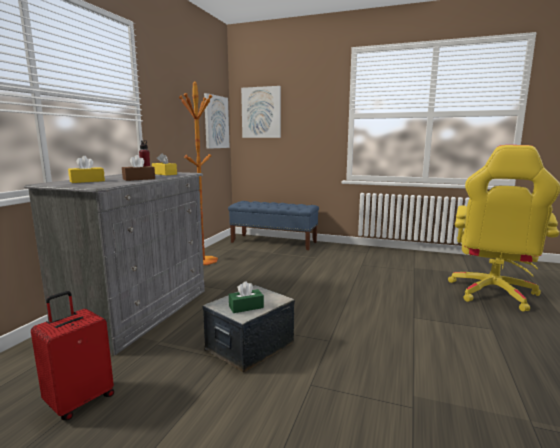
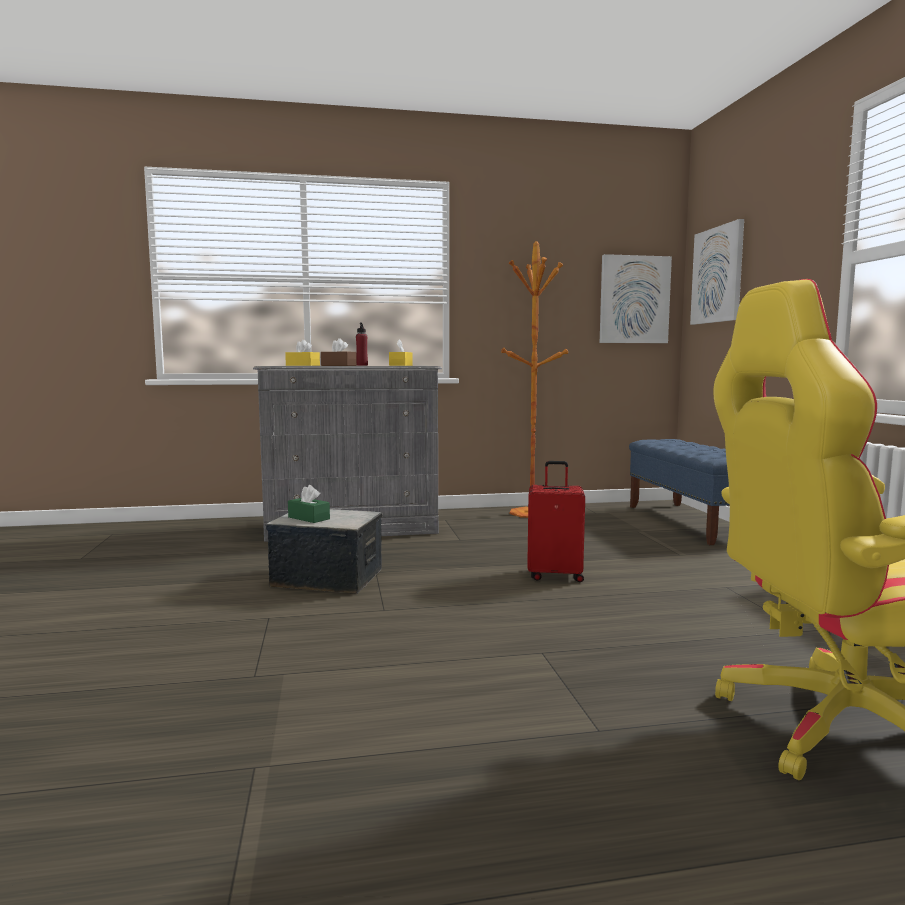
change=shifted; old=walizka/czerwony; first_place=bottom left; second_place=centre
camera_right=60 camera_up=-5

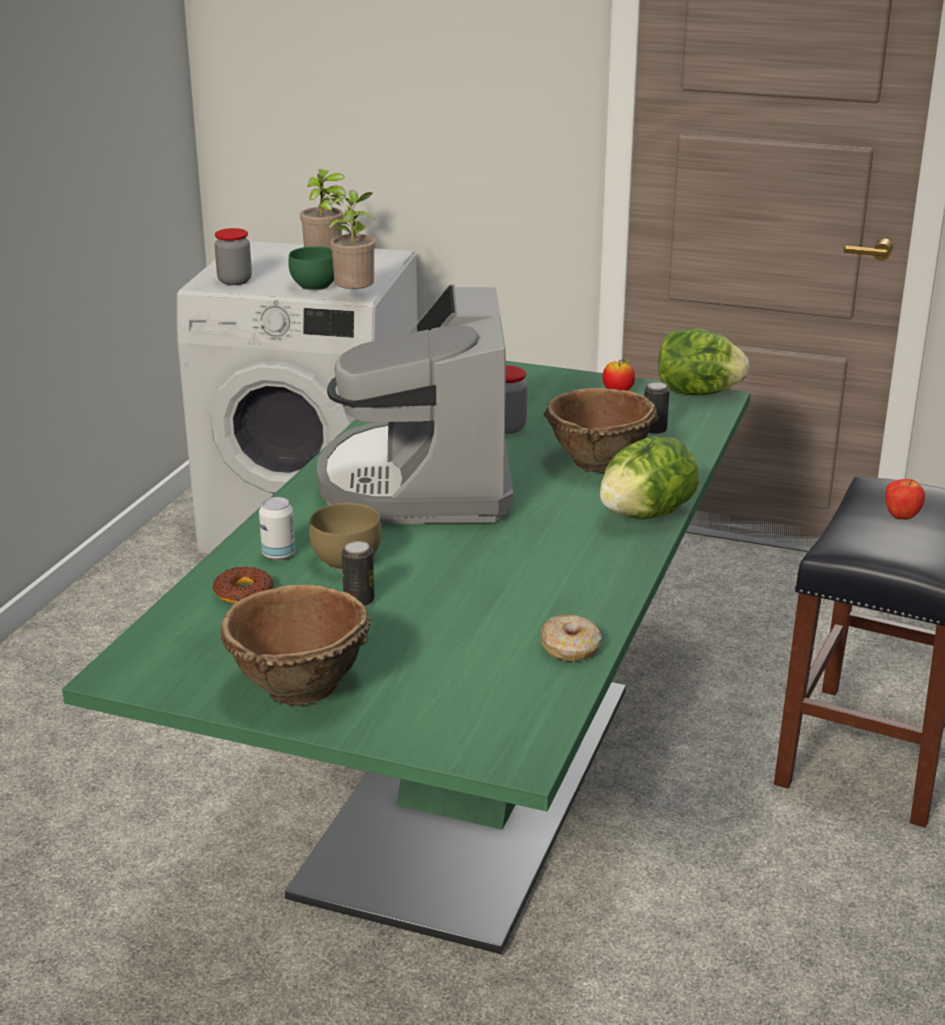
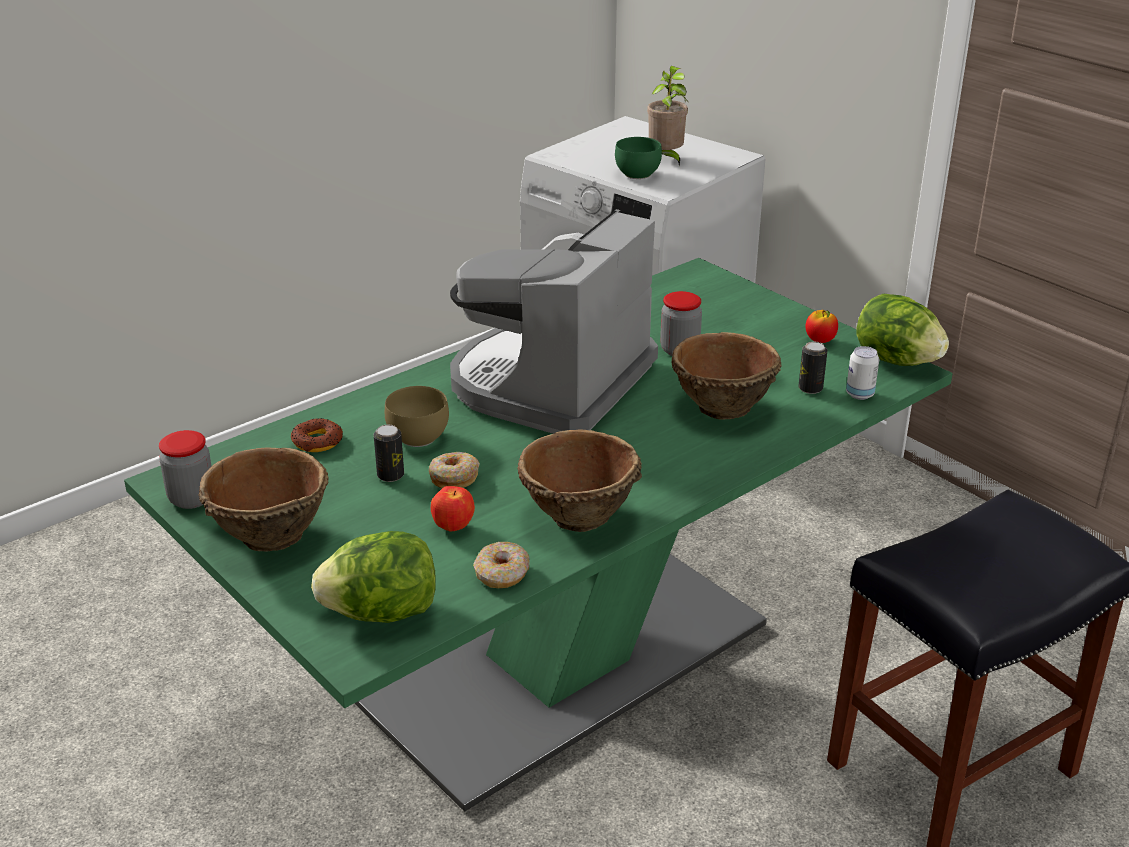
change=gone; old=roślina doniczkowa (no. 2 from left); first_place=top centre
change=shifted; old=słoik (no. 1 from left); first_place=top left; second_place=middle left
change=shifted; old=sałata (no. 1 from left); first_place=middle right; second_place=bottom left
change=shifted; old=jabłko (no. 2 from left in the first image); new=jabłko (no. 1 from left); first_place=middle right; second_place=centre
change=shifted; old=puszka (no. 1 from left in the first image); new=puszka (no. 3 from left); first_place=middle left; second_place=middle right
change=new; new=miska/brązowy (no. 3 from left); second_place=centre
change=new; new=donut (no. 2 from left); second_place=centre
camera_right=30 camera_up=5

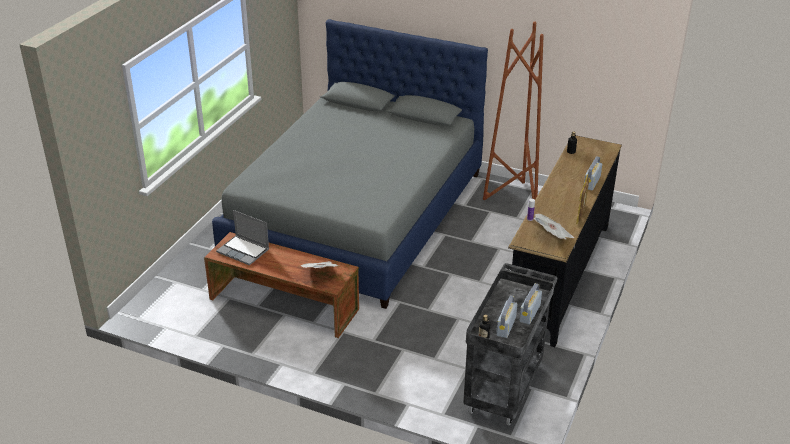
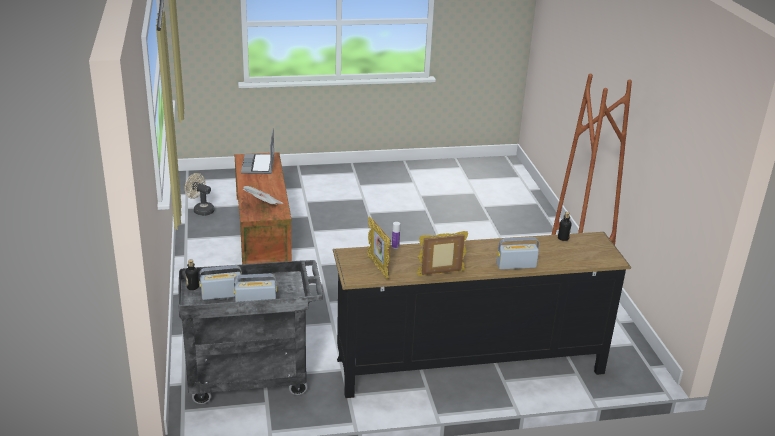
change=gone; old=łóżko/szary; first_place=centre
change=swapped; old=gazeta (no. 2 from left); new=ramka na zdjęcie (no. 1 from left); first_place=middle right; second_place=centre
change=new; new=wentylator/beżowy; second_place=middle left
camera_right=55 camera_up=-5

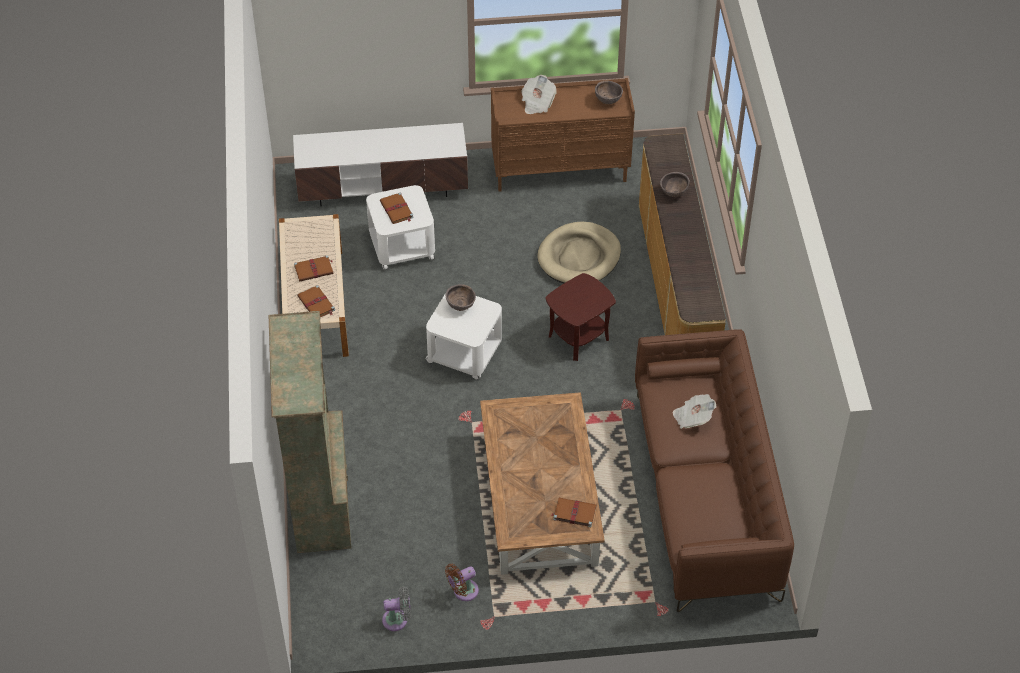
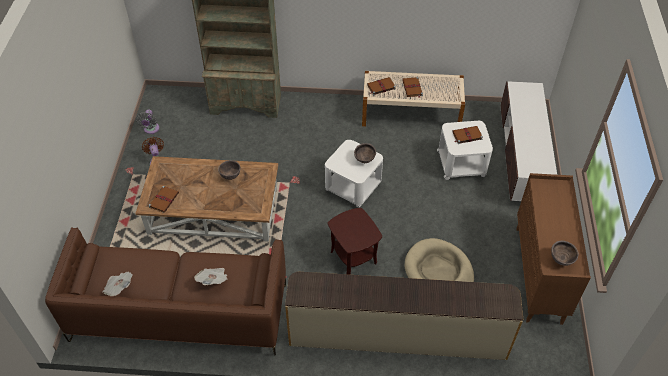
change=shifted; old=gazeta (no. 1 from left); first_place=top centre; second_place=bottom left
change=shifted; old=miska/brązowy (no. 3 from left in the first image); new=miska/brązowy (no. 1 from left); first_place=top centre; second_place=centre
camera_right=100 camera_up=0

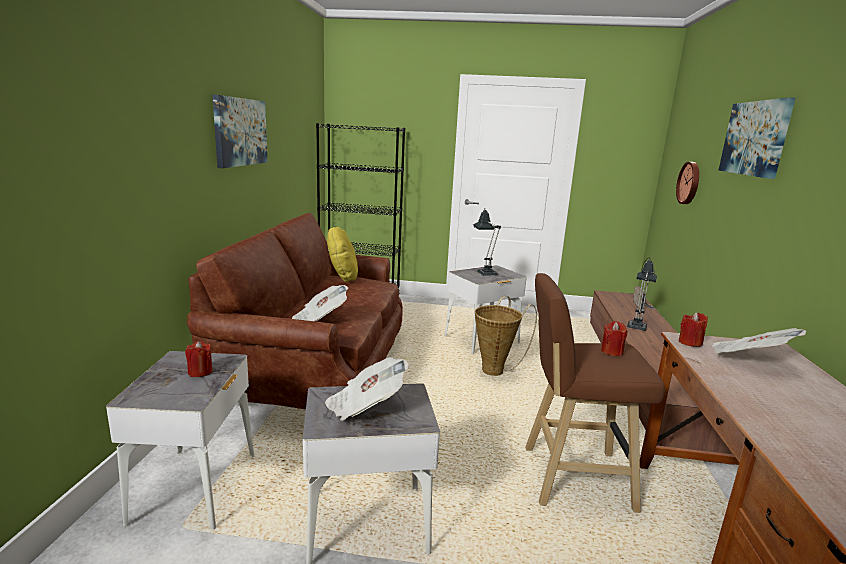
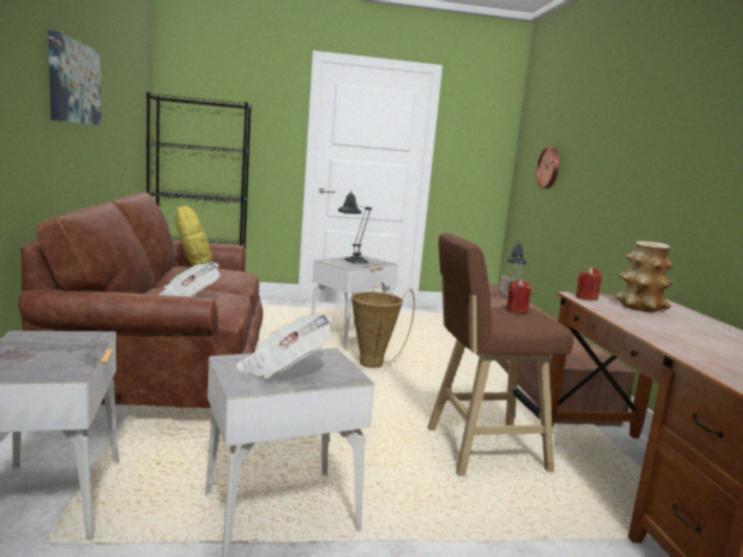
change=gone; old=obraz (no. 2 from left); first_place=top right
change=swapped; old=gazeta (no. 3 from left); new=wazon; first_place=middle right; second_place=middle right
change=gone; old=świeca/czerwony (no. 1 from left); first_place=middle left
camera_right=-15 camera_up=-5

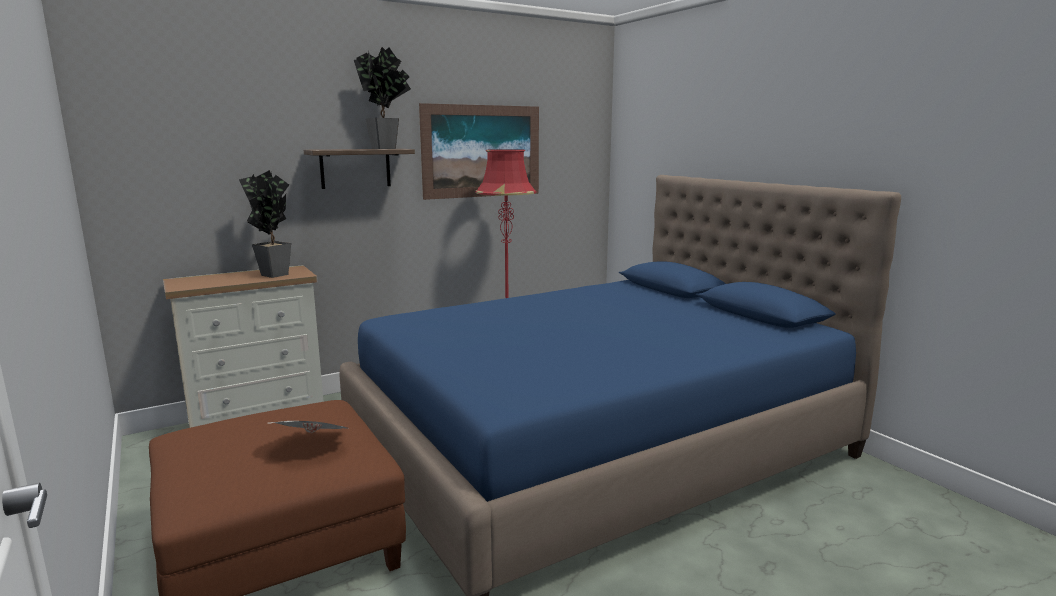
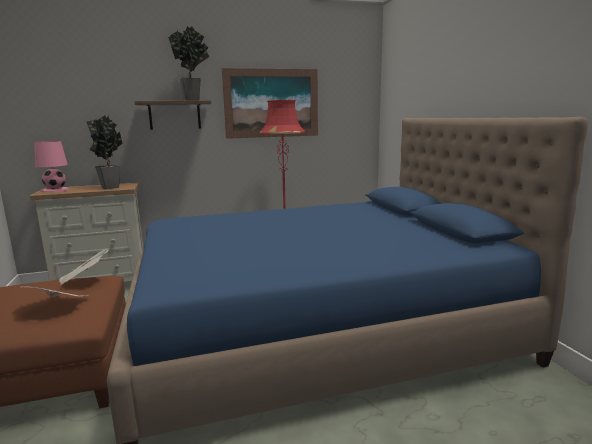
change=new; new=lampa stołowa/różowy; second_place=middle left
change=new; new=gazeta (no. 2 from left); second_place=middle left
camera_right=15 camera_up=0

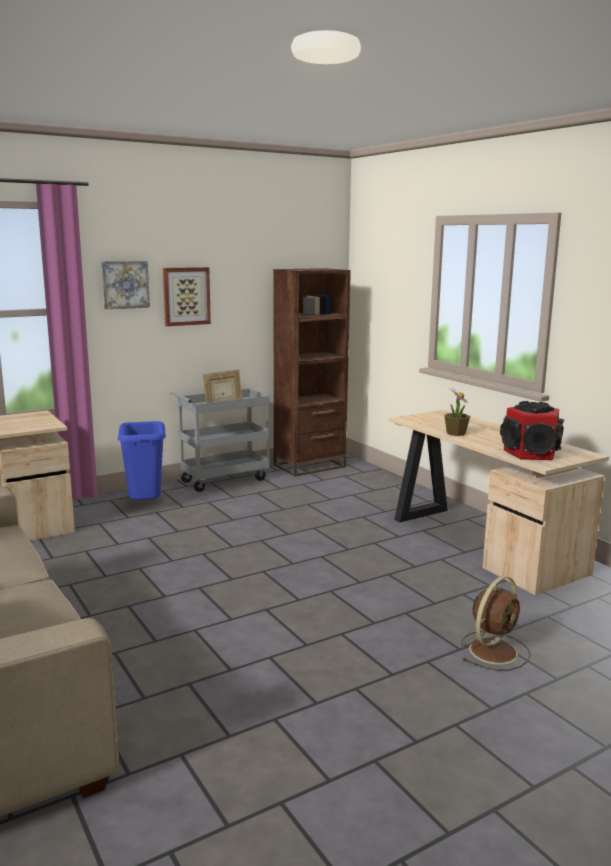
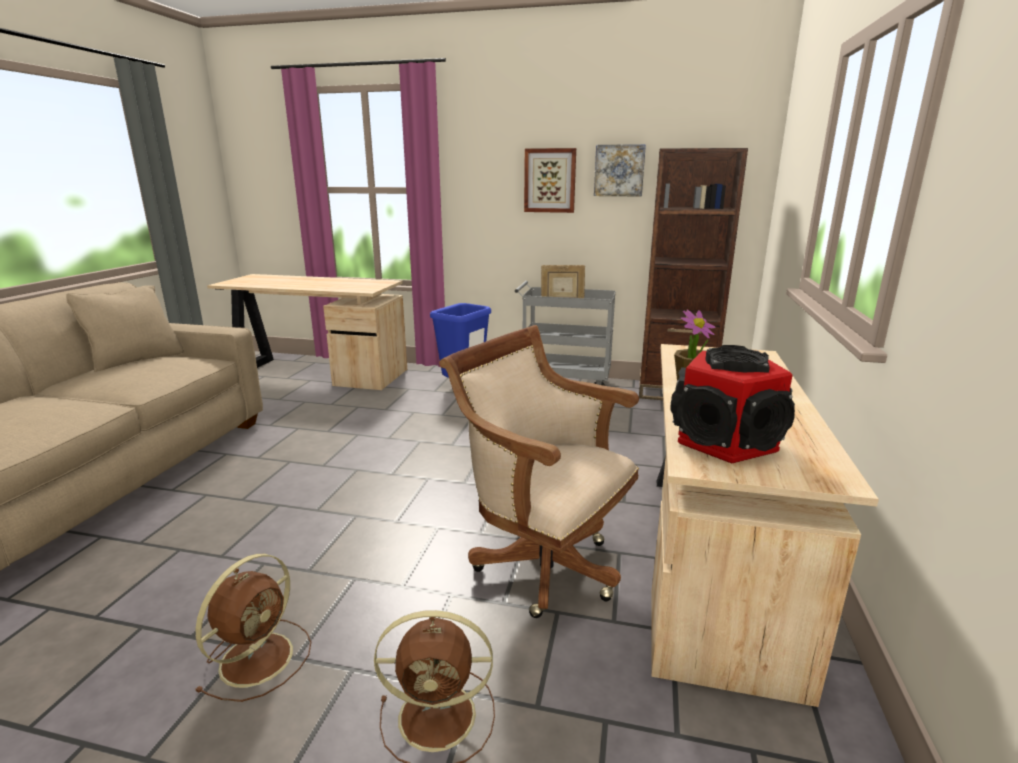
change=shifted; old=obraz (no. 1 from left in the first image); new=obraz (no. 2 from left); first_place=top left; second_place=top centre
change=new; new=krzesło biurowe; second_place=centre
change=new; new=wentylator/brązowy (no. 1 from left); second_place=bottom left
camera_right=45 camera_up=5

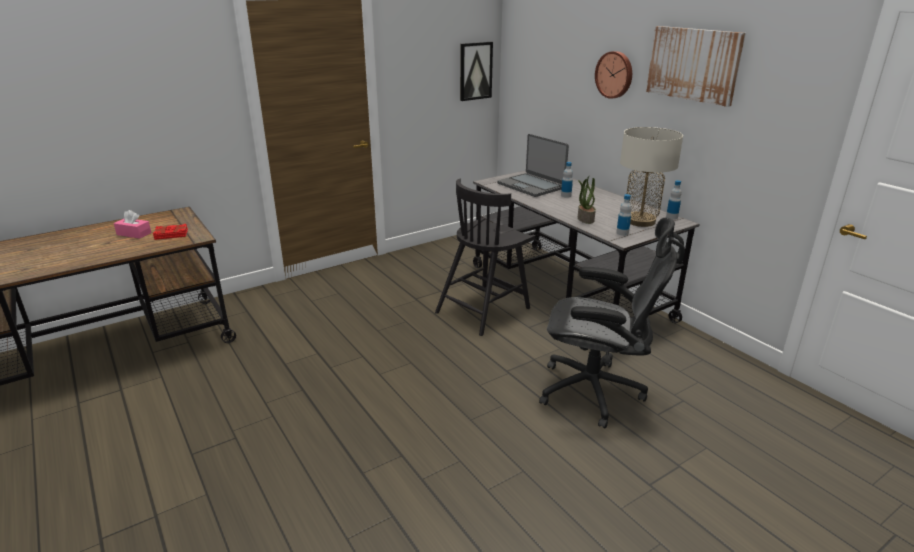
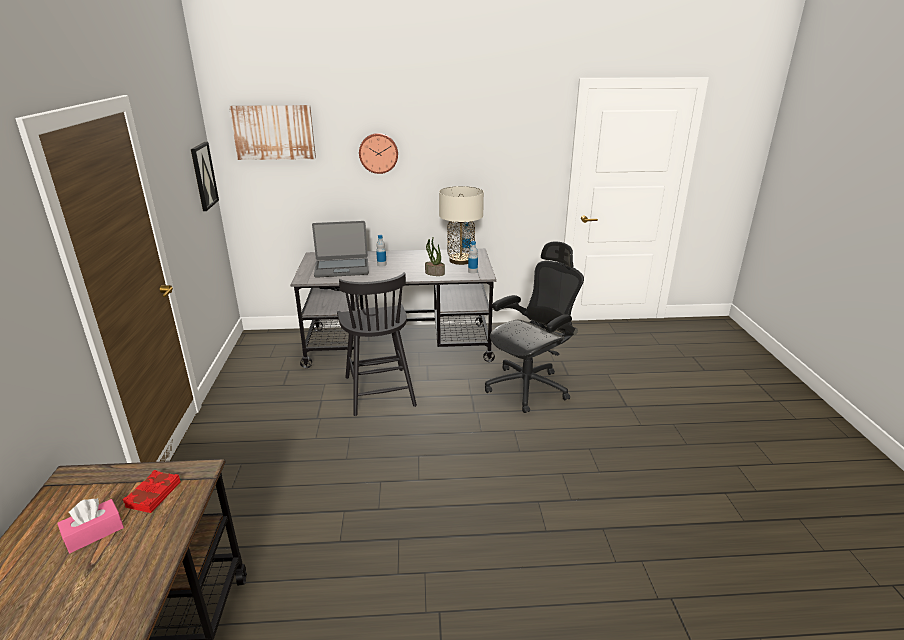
change=shifted; old=obraz (no. 2 from left); first_place=top right; second_place=top left
camera_right=-60 camera_up=0

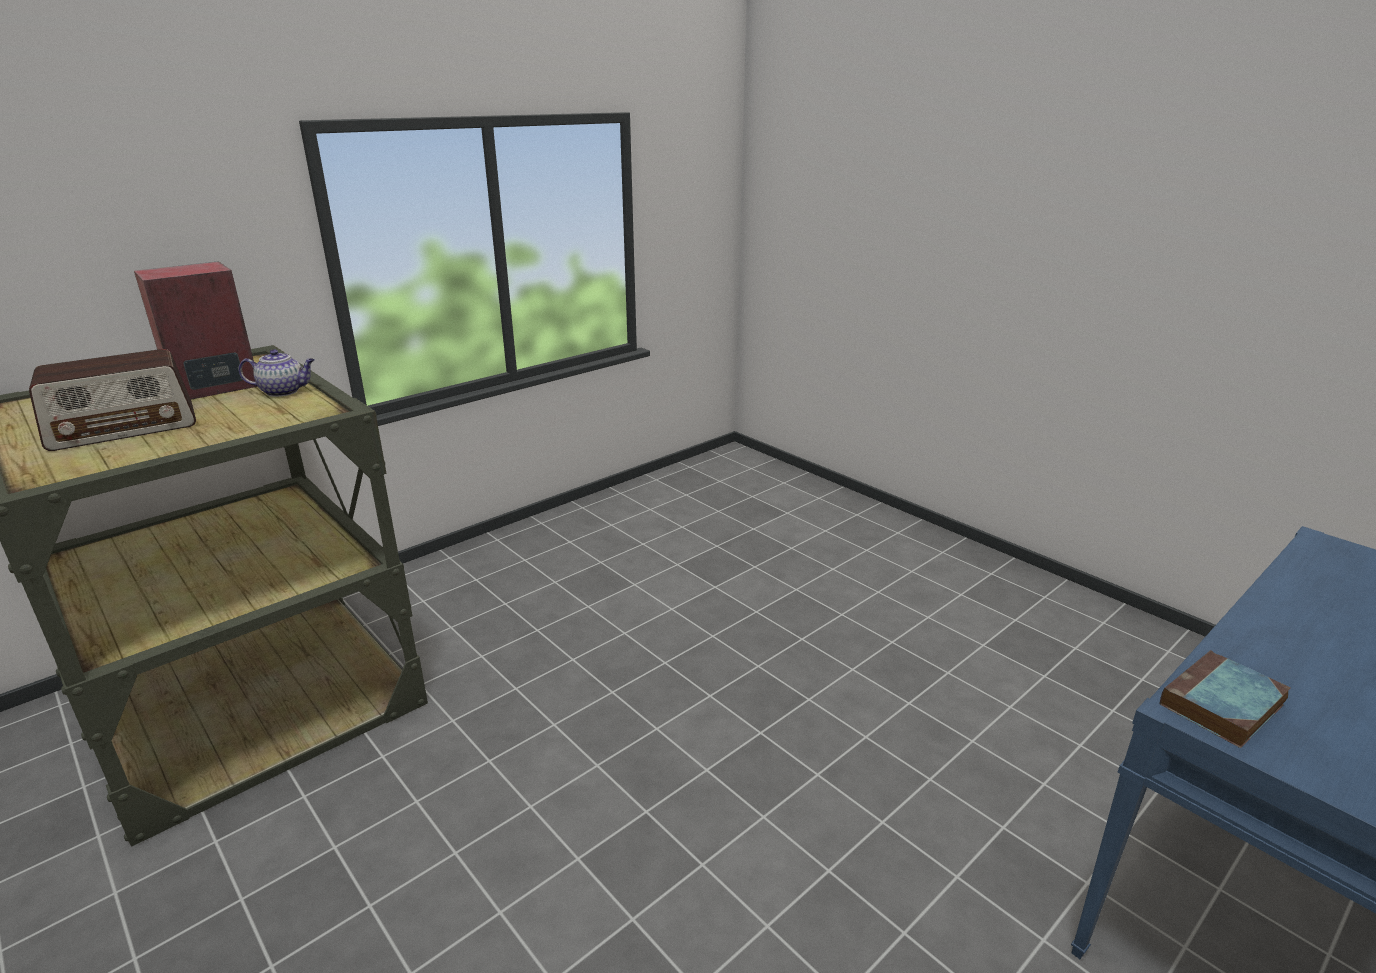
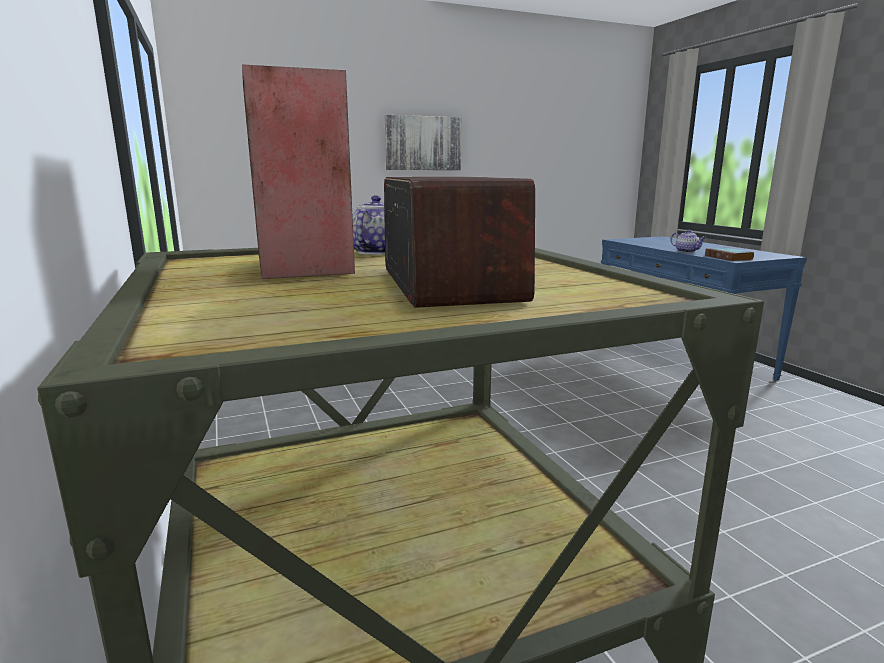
change=new; new=obraz; second_place=top centre
change=new; new=imbryk (no. 2 from left); second_place=middle right
camera_right=-70 camera_up=-10

